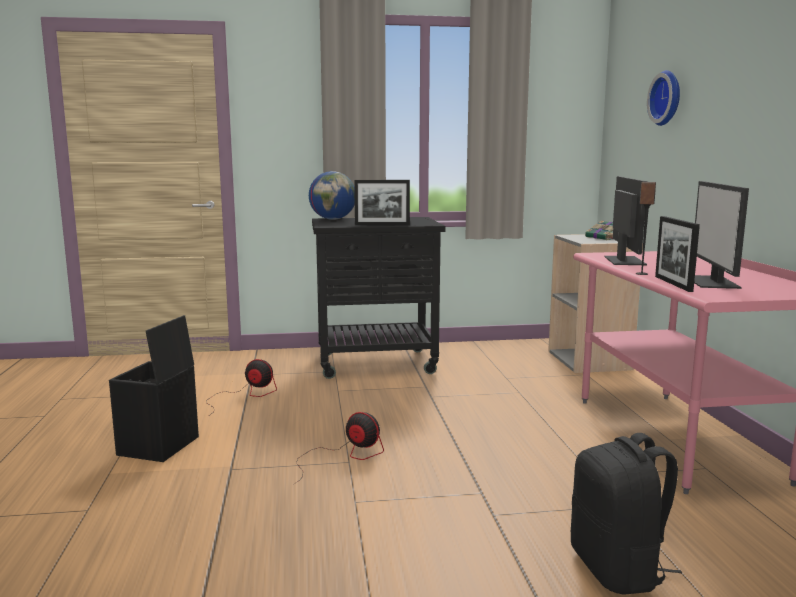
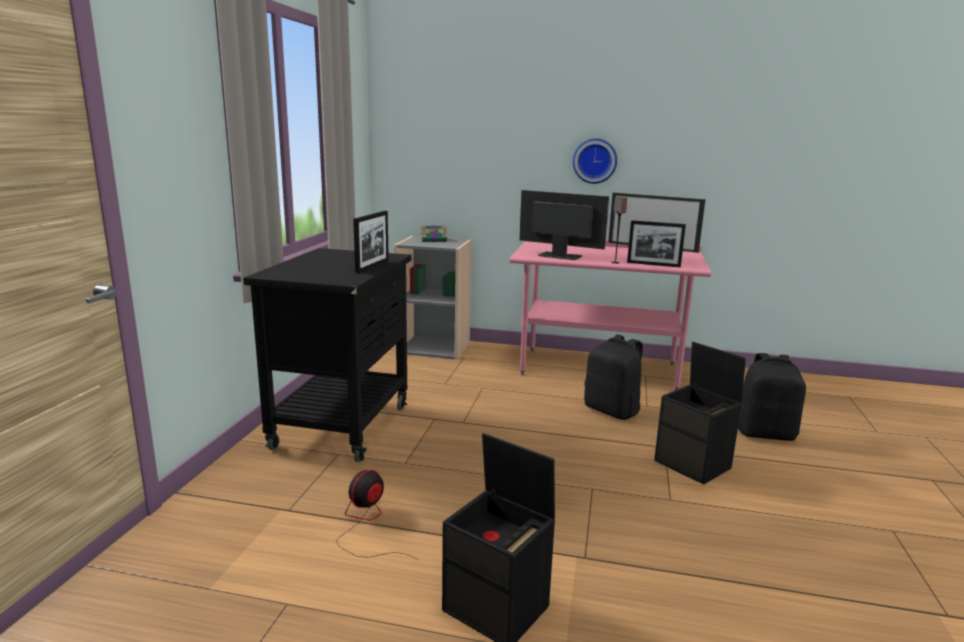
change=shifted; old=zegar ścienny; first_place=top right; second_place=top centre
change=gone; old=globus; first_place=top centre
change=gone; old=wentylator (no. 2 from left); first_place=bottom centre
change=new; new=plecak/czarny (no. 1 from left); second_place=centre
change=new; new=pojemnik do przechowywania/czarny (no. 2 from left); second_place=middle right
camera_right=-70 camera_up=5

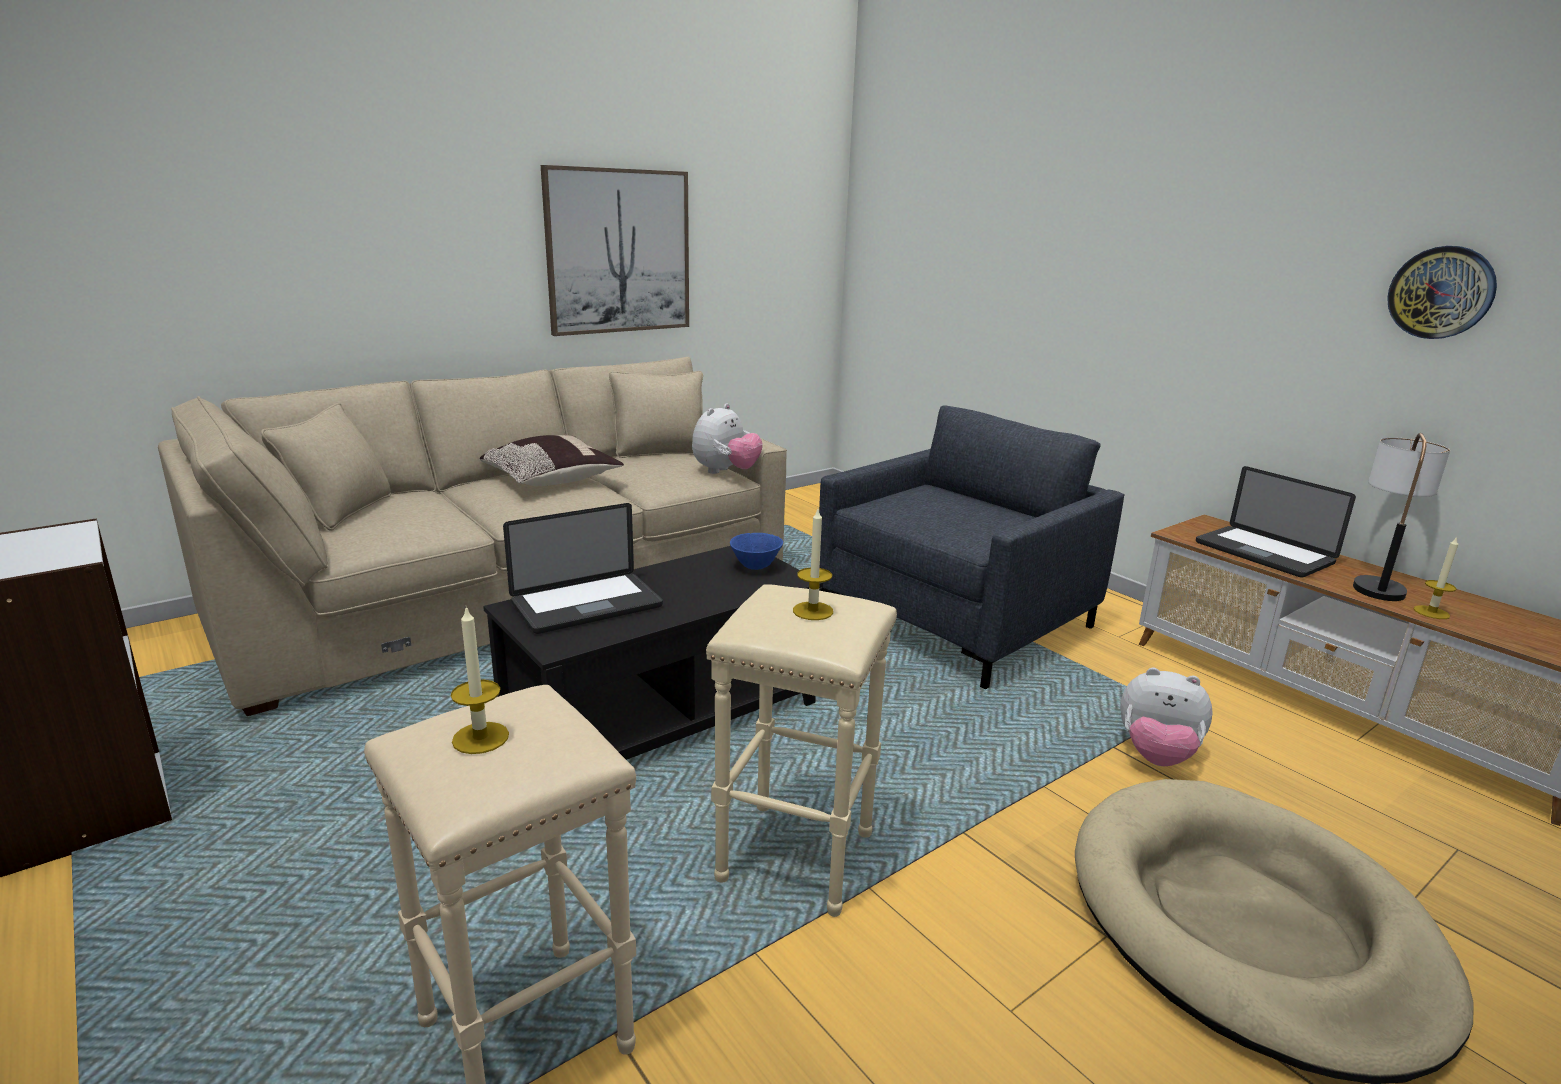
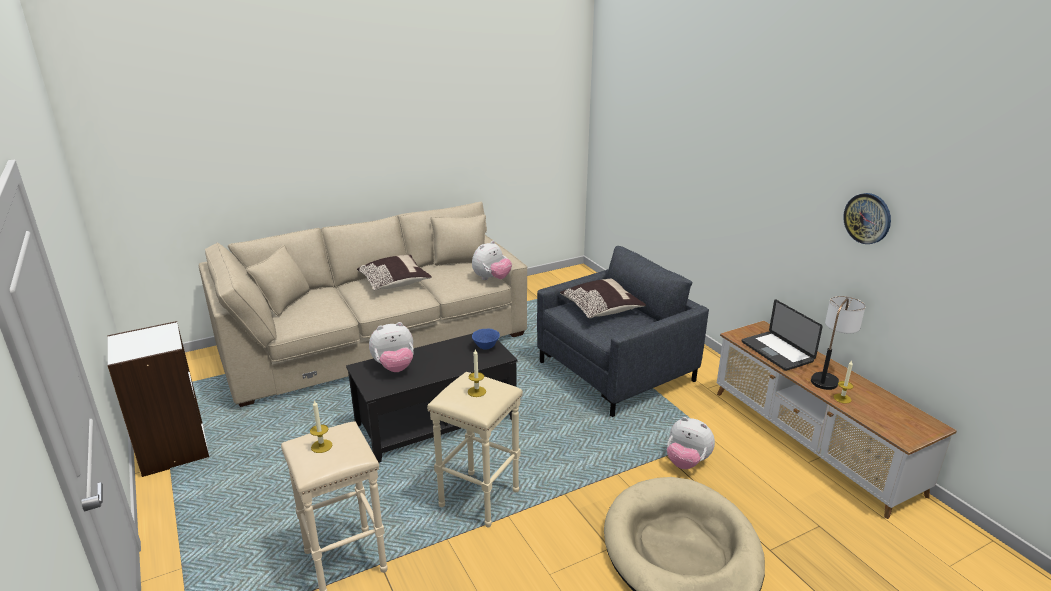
change=gone; old=obraz; first_place=top centre
change=swapped; old=laptop (no. 1 from left); new=pluszak (no. 1 from left); first_place=centre; second_place=centre
change=new; new=poduszka (no. 2 from left); second_place=centre
camera_right=10 camera_up=5

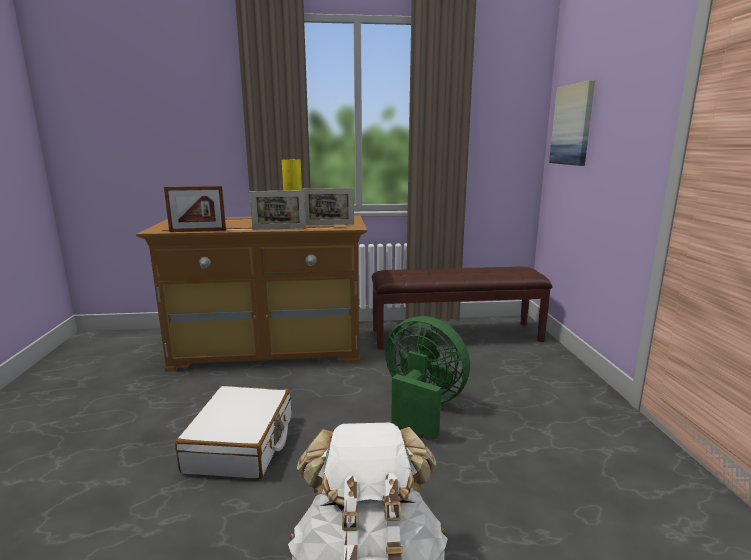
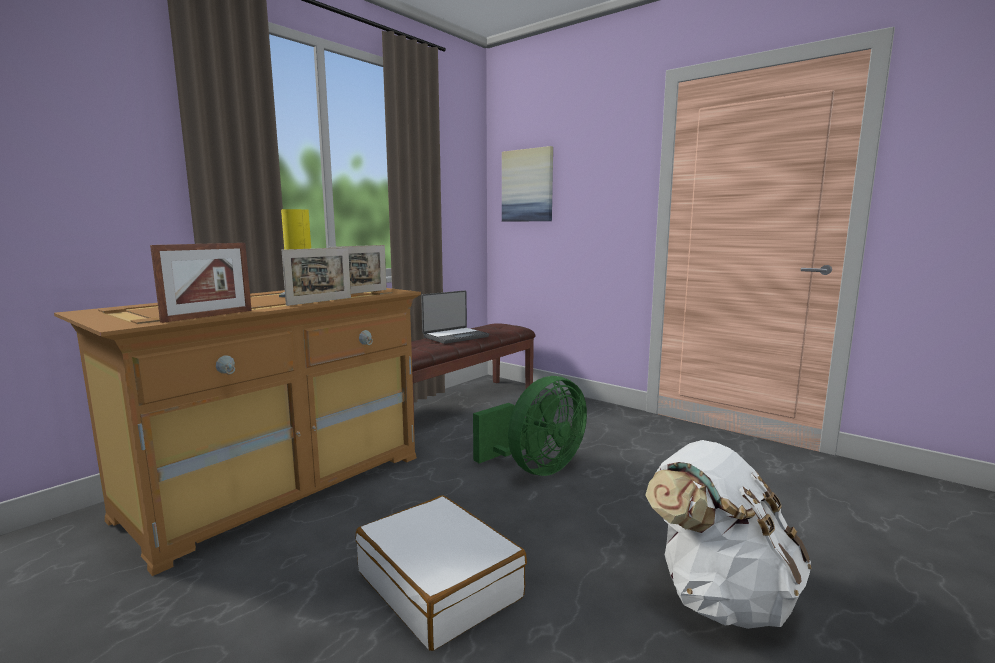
change=rotated; old=wentylator/zielony; first_place=bottom centre; second_place=centre; degrees=150
change=new; new=laptop; second_place=centre
camera_right=-45 camera_up=-5

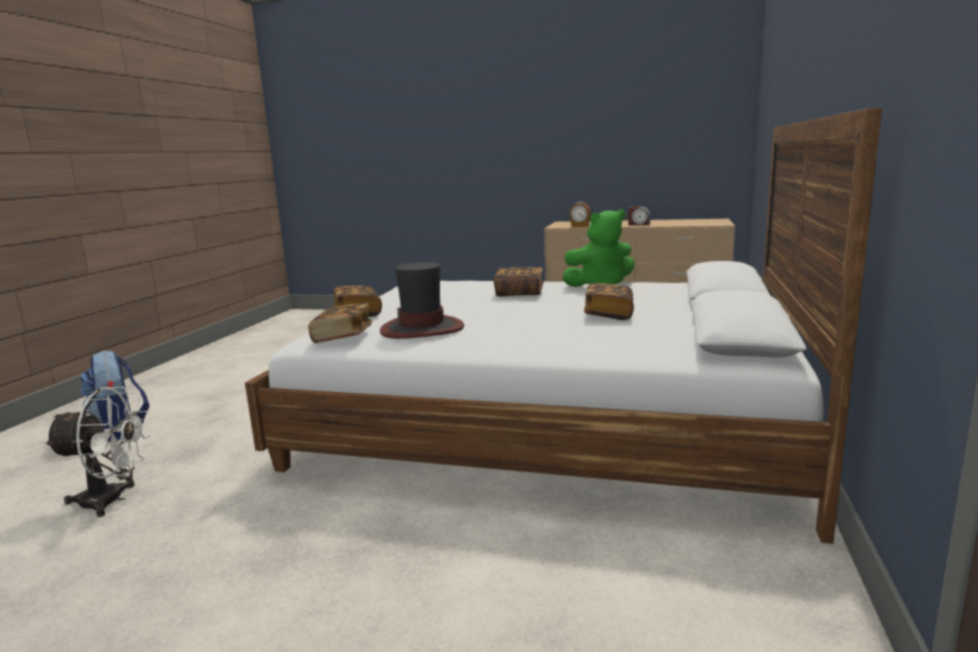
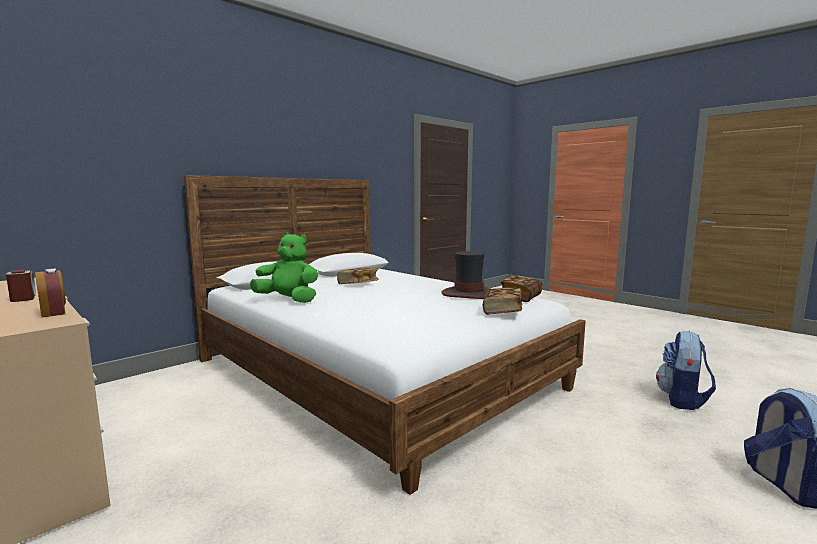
change=gone; old=książka (no. 3 from left); first_place=centre
change=swapped; old=wentylator/biały; new=plecak (no. 1 from left); first_place=bottom left; second_place=bottom right
camera_right=-150 camera_up=-5

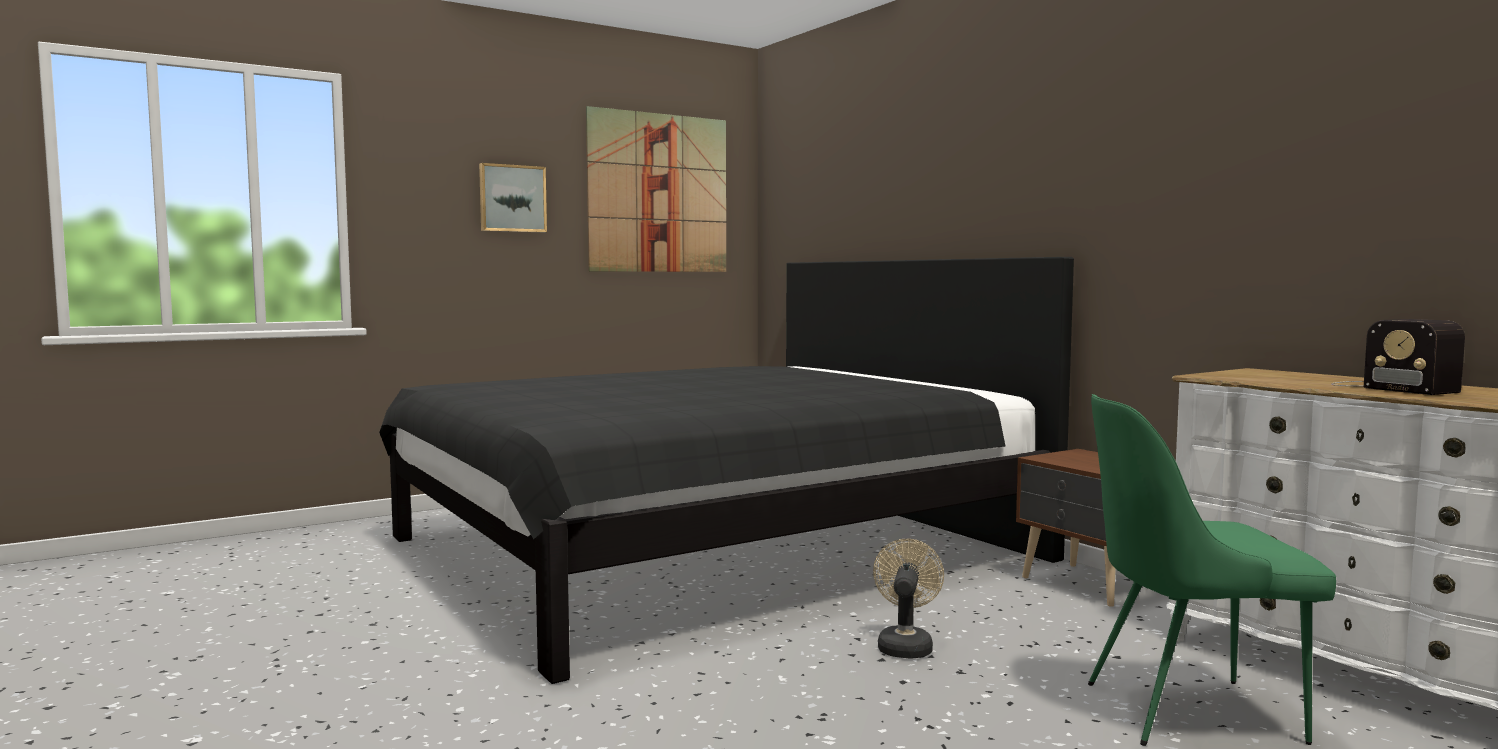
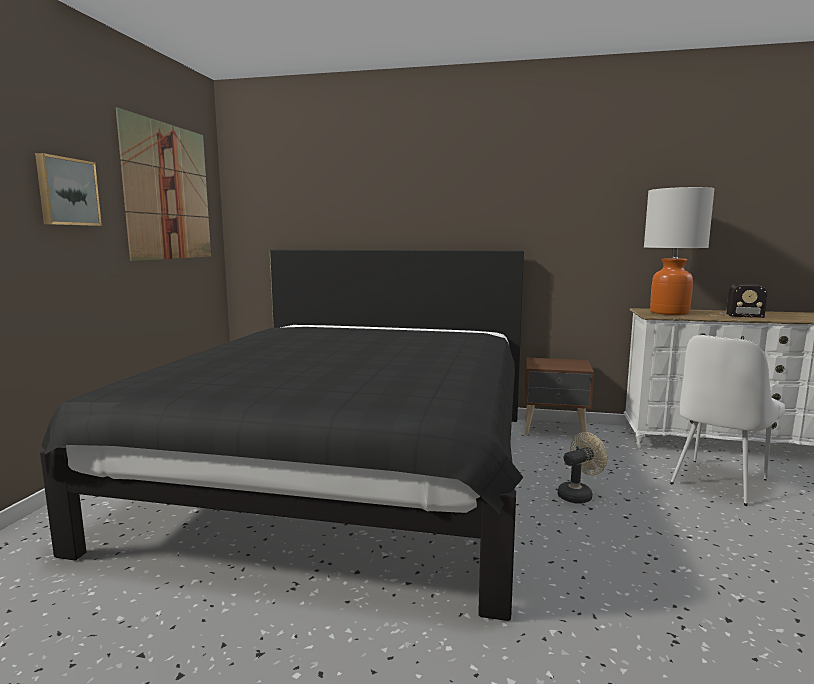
change=repainted; old=krzesło/zielony; new=krzesło/biały; first_place=bottom right; second_place=middle right
change=rotated; old=wentylator/beżowy; first_place=bottom centre; second_place=bottom right; degrees=90
change=new; new=lampa stołowa; second_place=middle right
camera_right=-45 camera_up=5

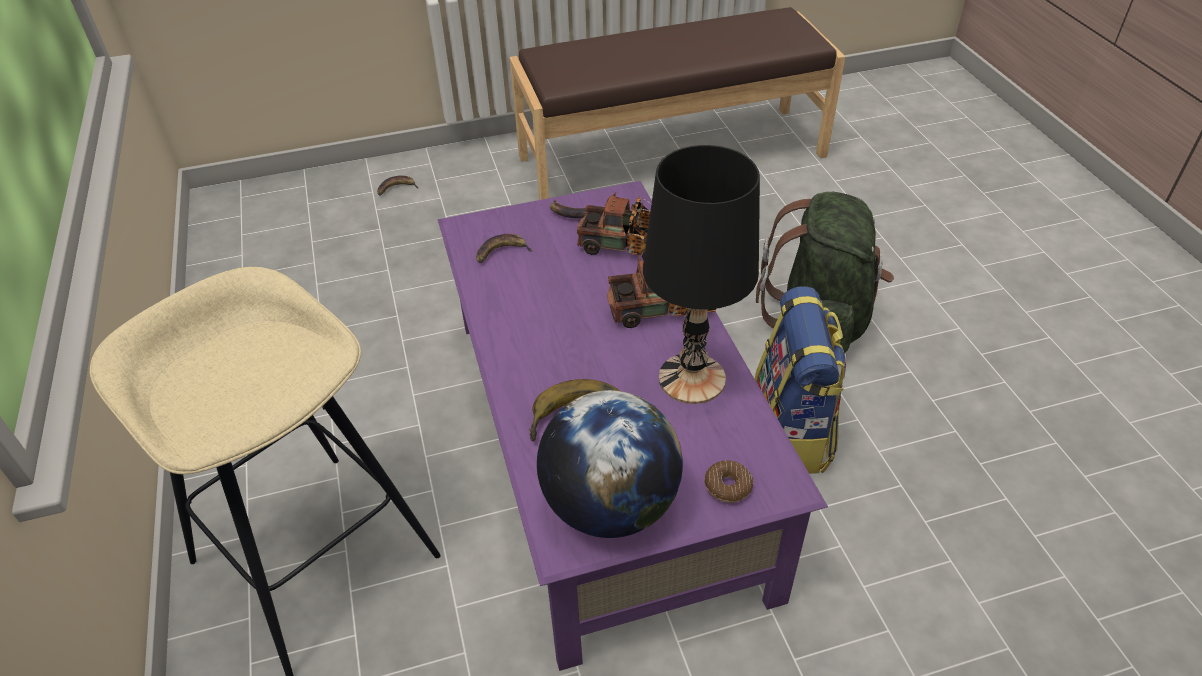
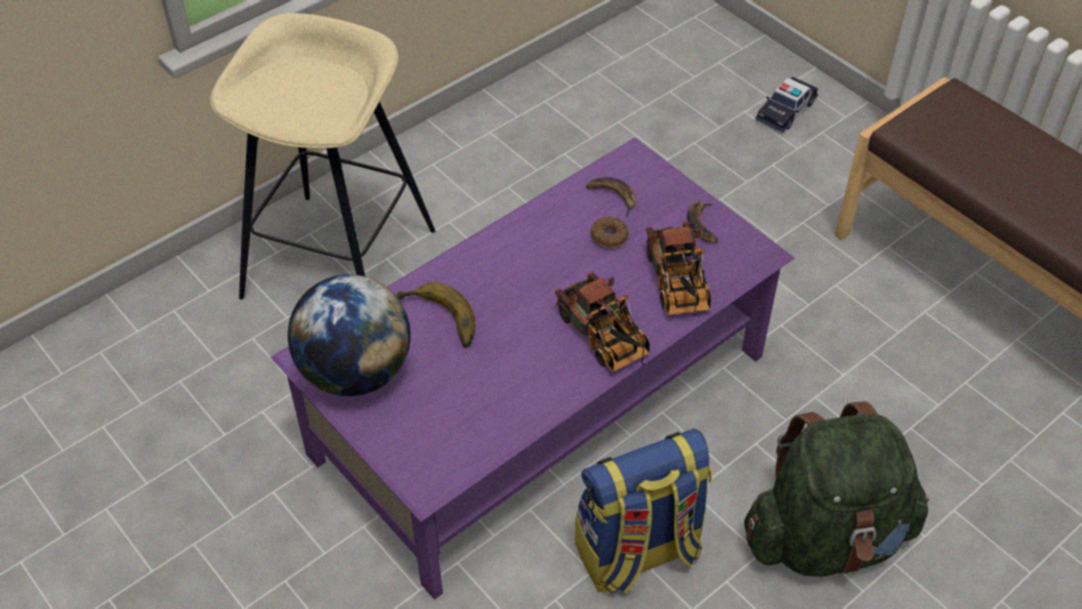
change=gone; old=lampa stołowa/czarny; first_place=centre
change=swapped; old=banan (no. 1 from left); new=samochodzik; first_place=top left; second_place=top right
change=shifted; old=donut; first_place=bottom centre; second_place=centre
camera_right=65 camera_up=5

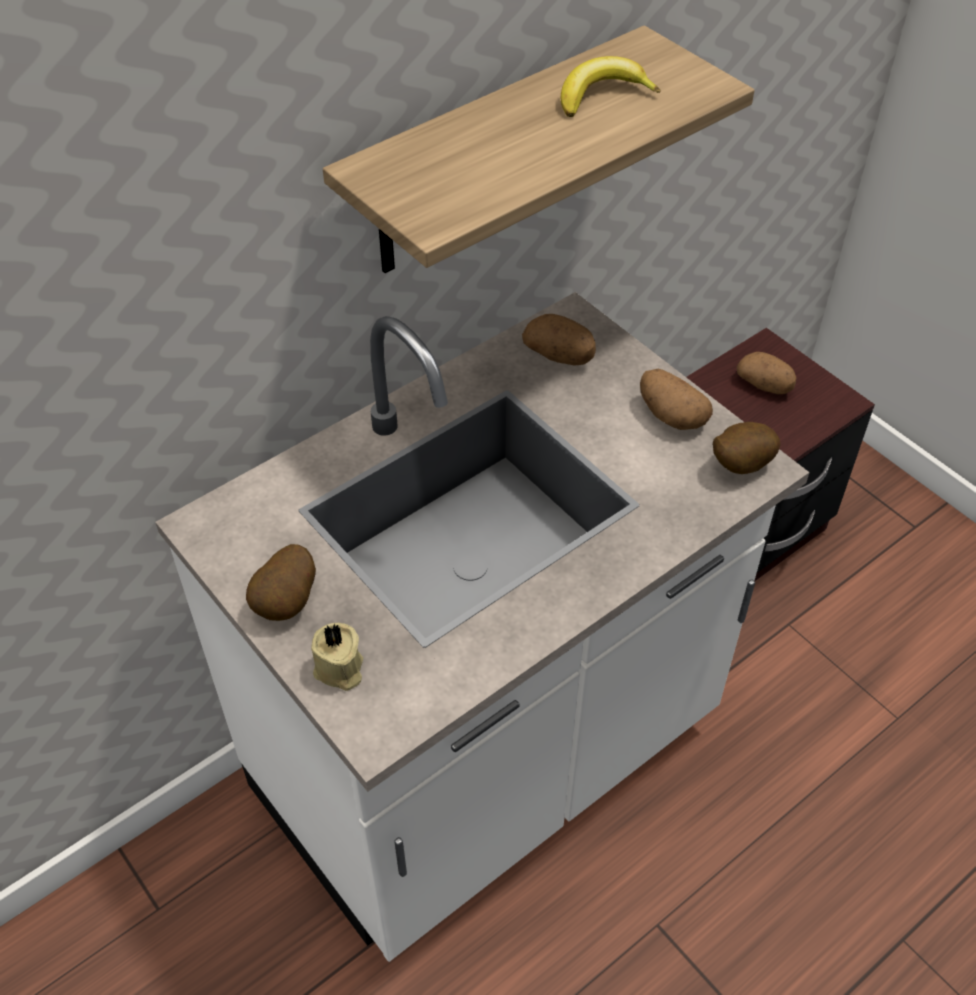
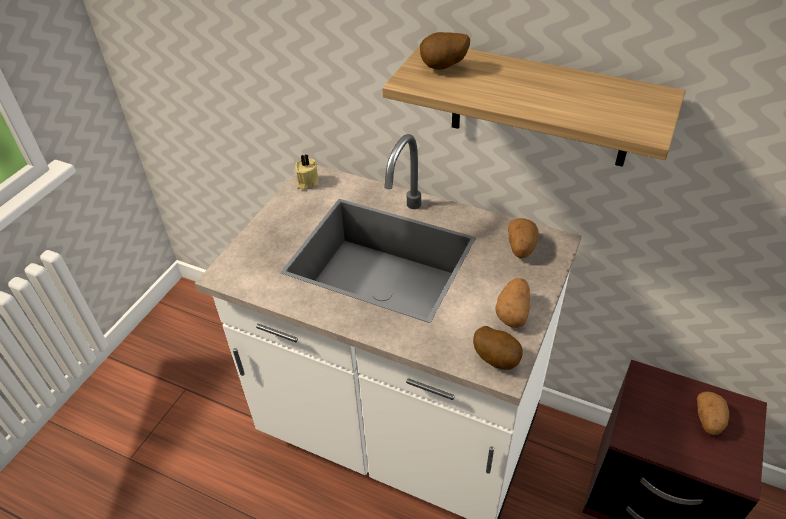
change=gone; old=banan; first_place=top centre
change=shifted; old=ziemniak (no. 1 from left); first_place=middle left; second_place=top centre
change=shifted; old=świeca/beżowy; first_place=centre; second_place=top centre
camera_right=65 camera_up=-5

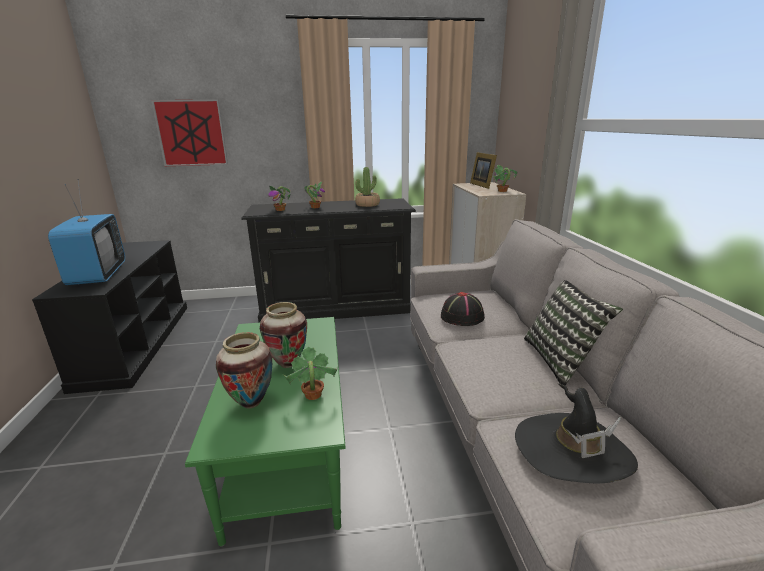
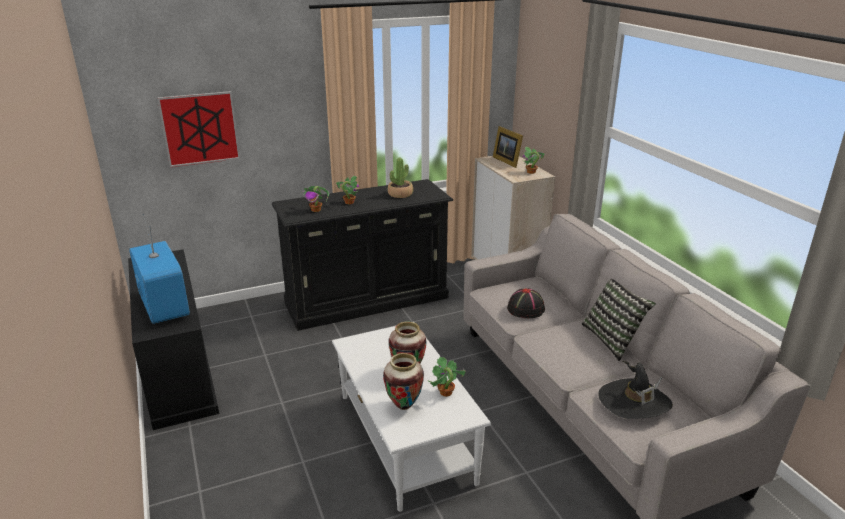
change=repainted; old=ława/zielony; new=ława/biały; first_place=bottom centre; second_place=bottom centre
camera_right=-15 camera_up=5

